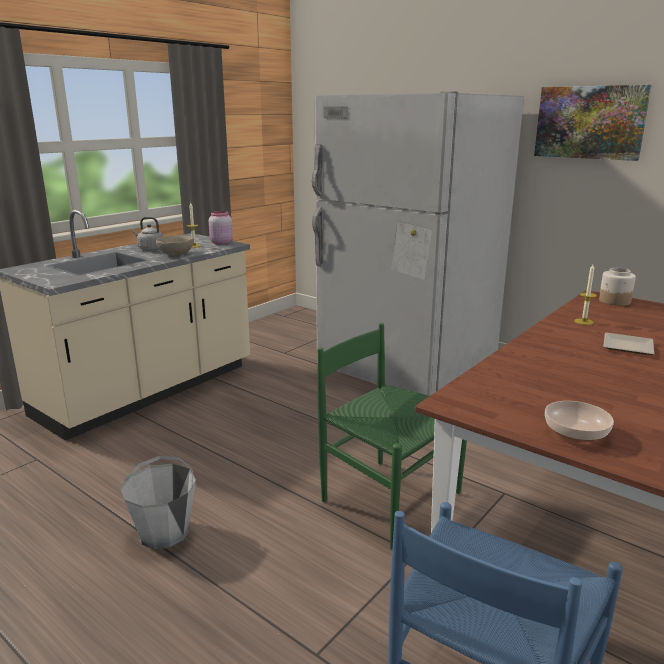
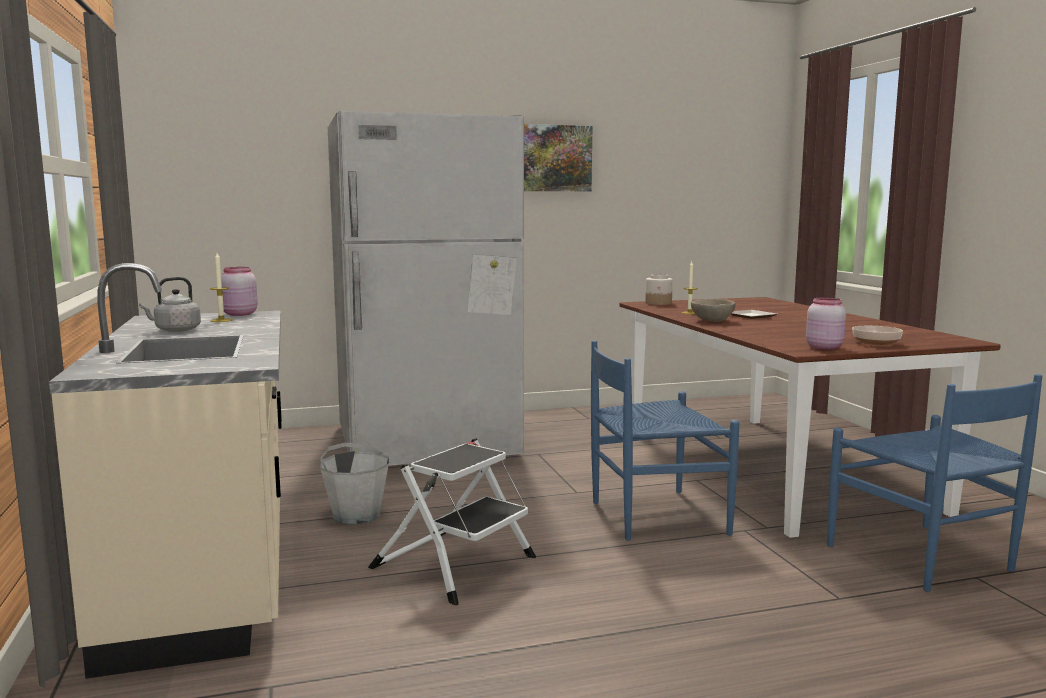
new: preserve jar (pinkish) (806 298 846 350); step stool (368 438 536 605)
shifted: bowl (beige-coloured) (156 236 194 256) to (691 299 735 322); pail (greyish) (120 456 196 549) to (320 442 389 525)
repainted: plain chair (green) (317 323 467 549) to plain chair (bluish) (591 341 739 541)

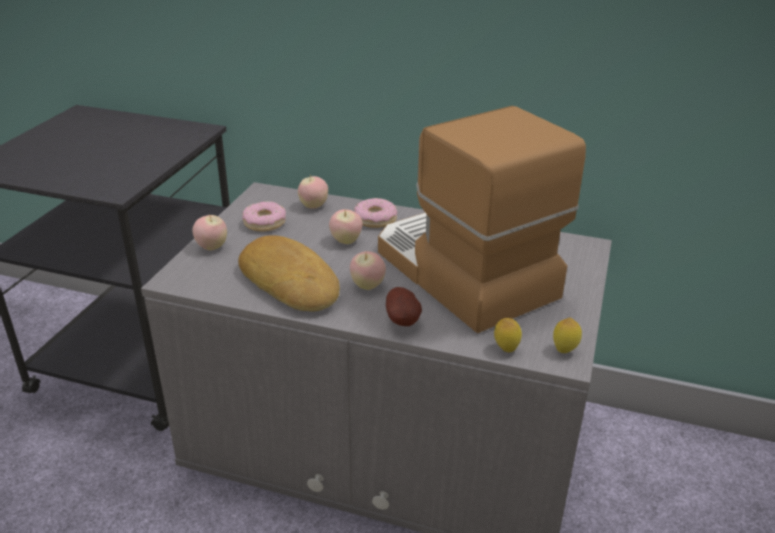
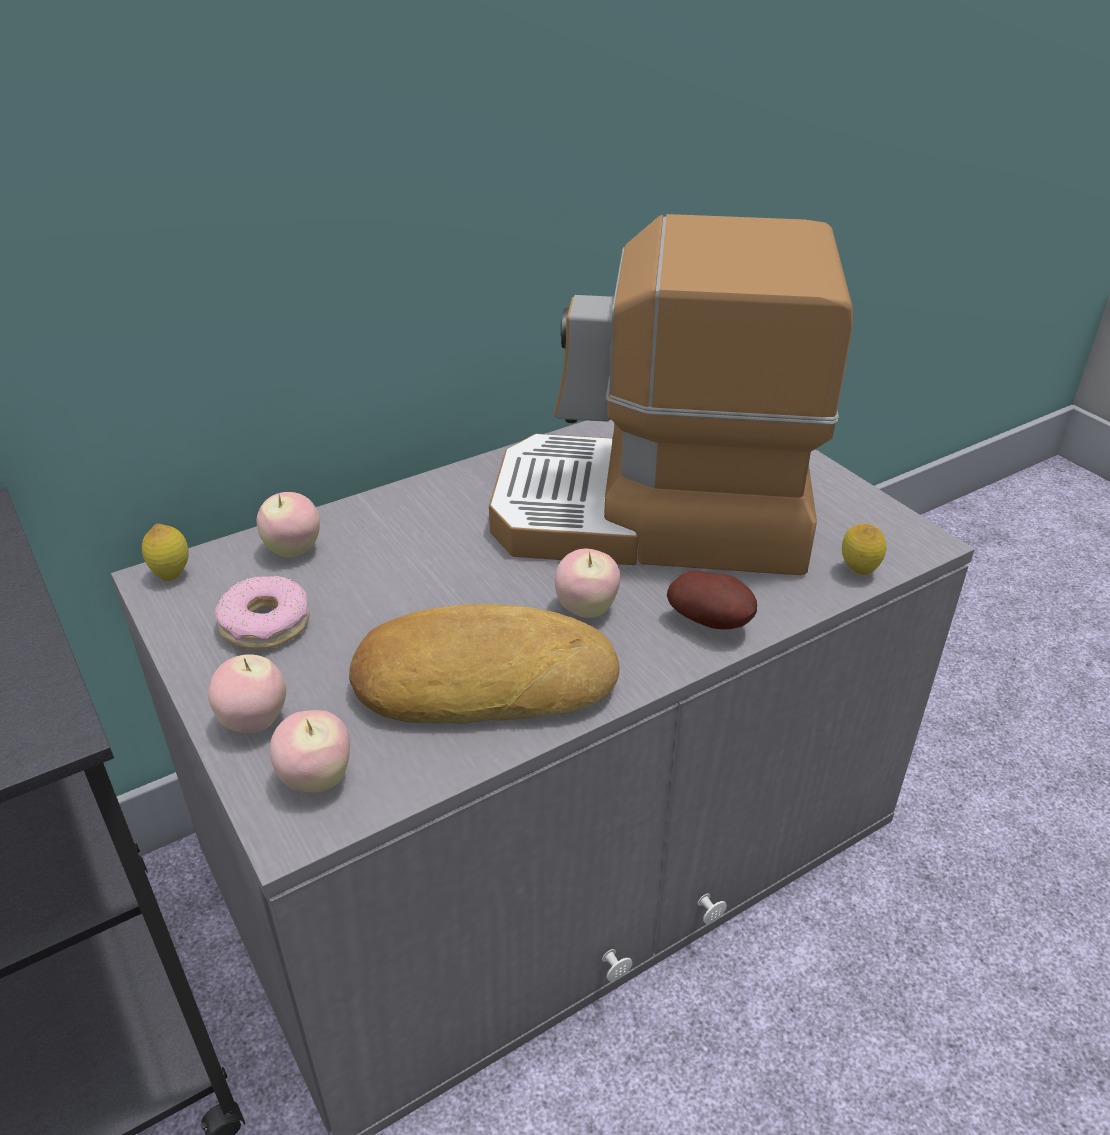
gone: donut (354 198 397 228)
shifted: apple fruit (329 209 363 244) to (270 710 350 793); citrus fruit (553 317 582 353) to (142 524 189 581)

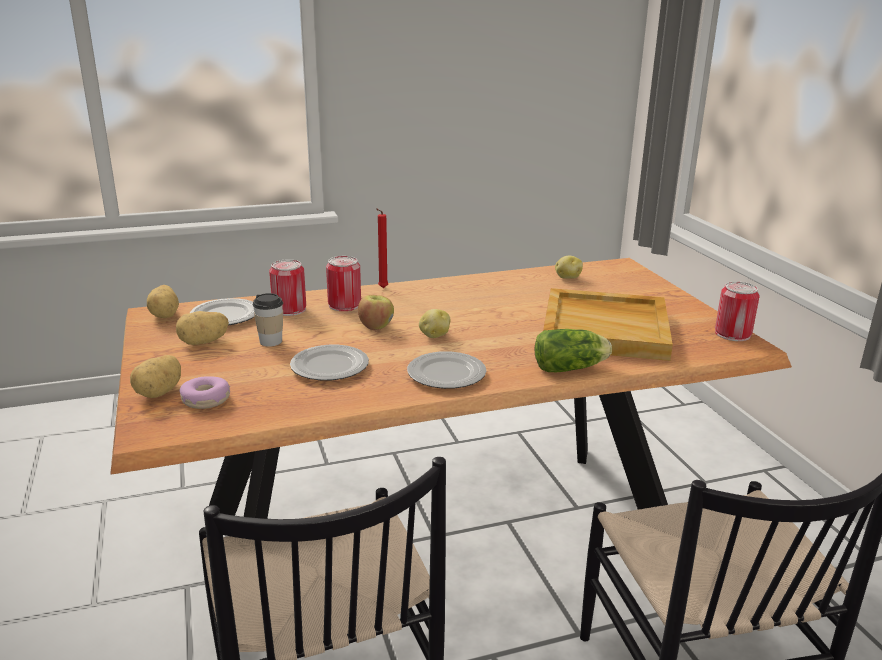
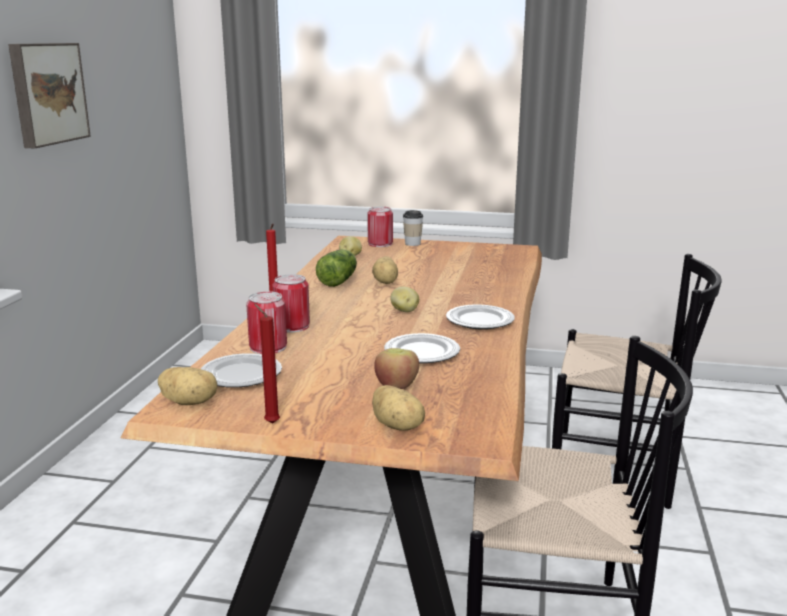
gone: serving tray (beige-coloured) (543 288 673 361); donut (179 376 230 409)
new: picture (8 43 91 148); wax candle (reddish) (254 304 280 424)
shifted: can (715 281 760 341) to (367 206 393 247); cup (252 293 283 347) to (403 210 423 246); apple fruit (358 295 394 330) to (374 348 419 389); potato (176 311 229 345) to (372 256 398 284); lettuce head (535 329 612 372) to (316 249 357 287)

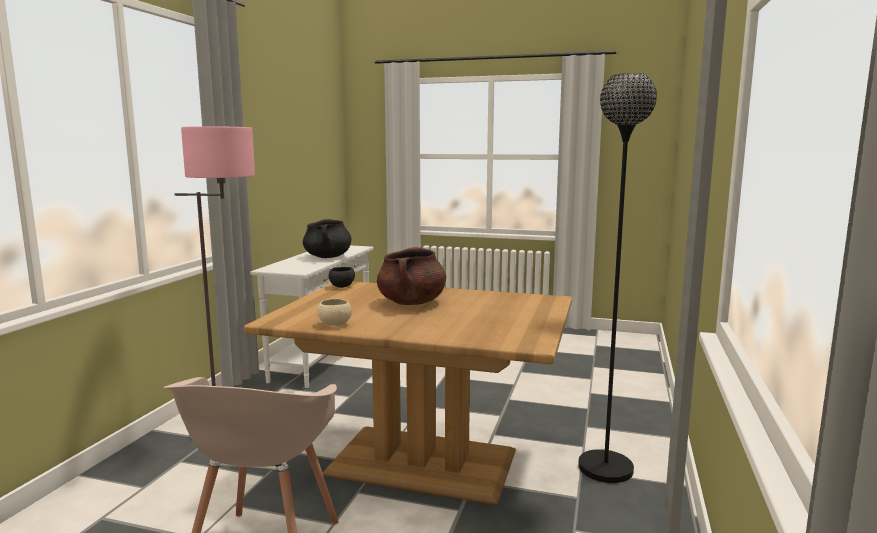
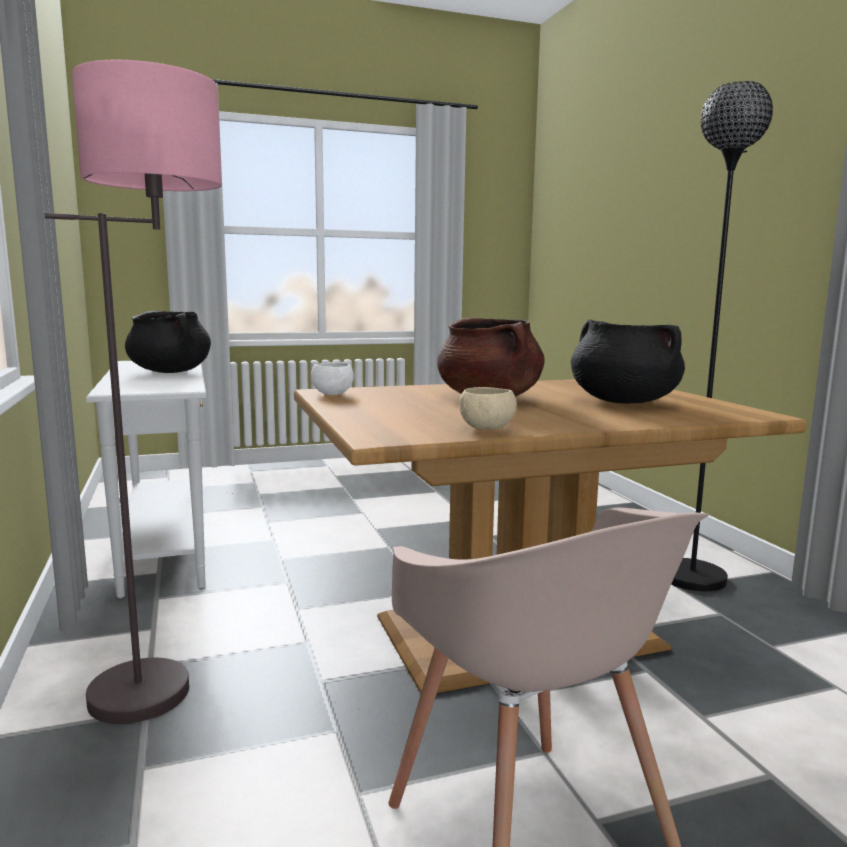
new: stockpot (black-coloured) (571 319 685 403)
repainted: bowl (black-coloured) (329 267 355 288) to bowl (whitish) (311 362 354 395)

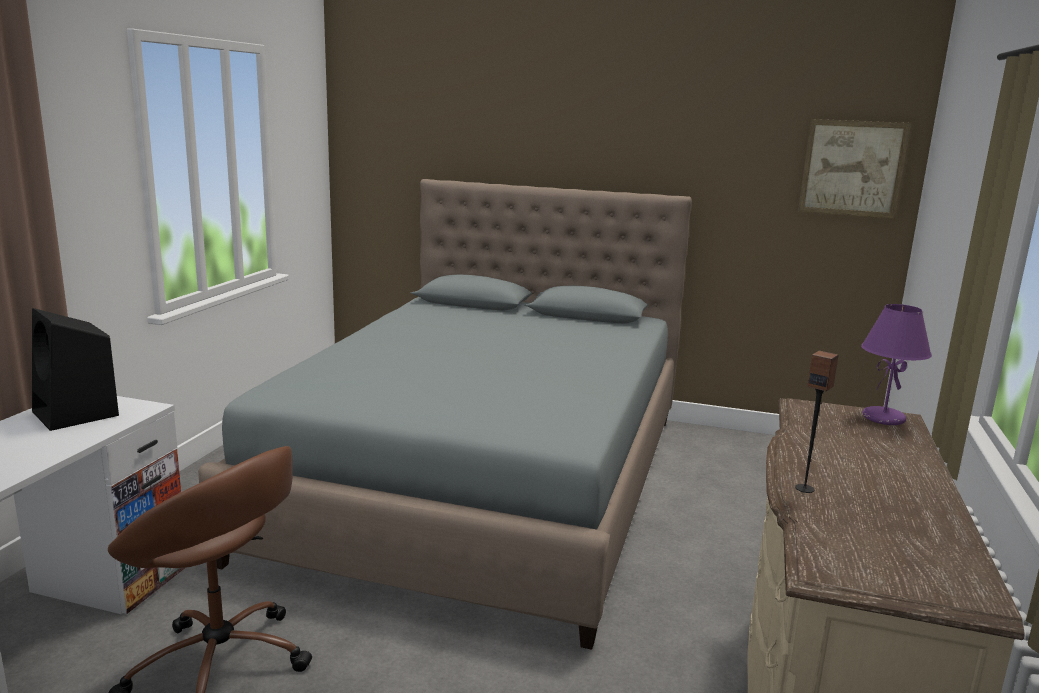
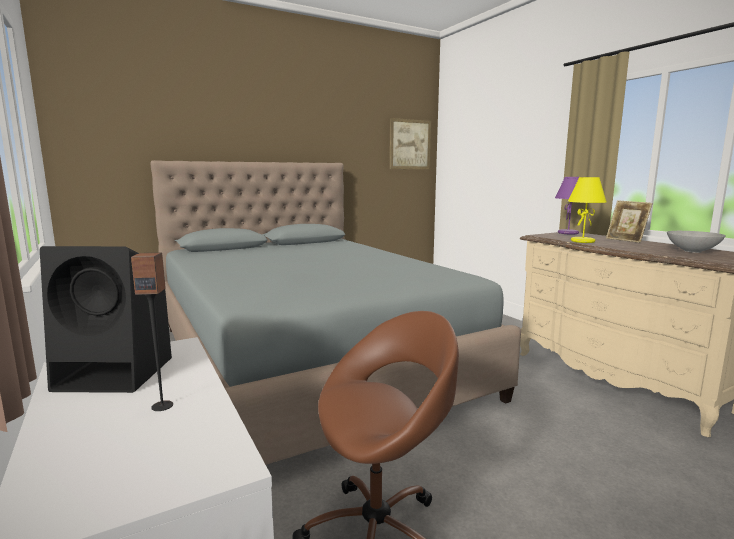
new: tabletop lamp (yellowish) (568 177 607 243); photo frame (606 200 653 243); bowl (greyish) (667 231 726 253)
shifted: audio speaker (795 350 839 493) to (131 253 173 411)

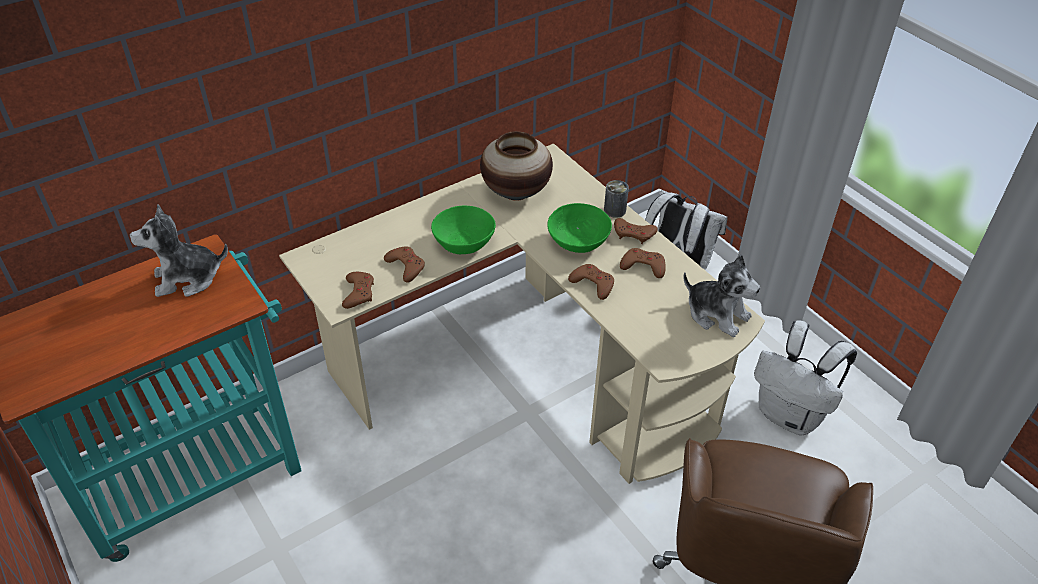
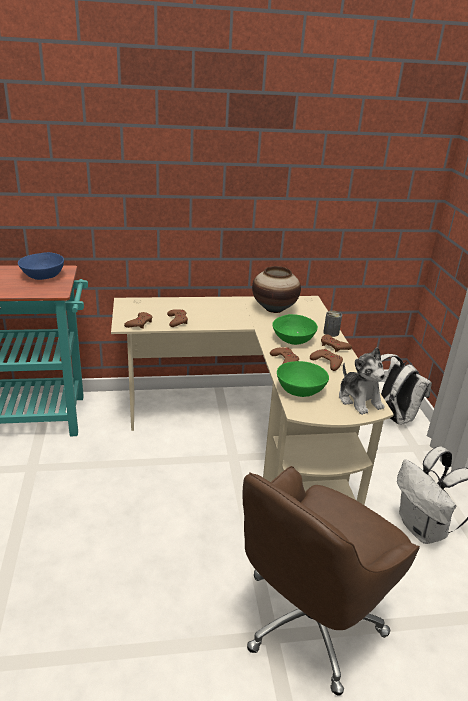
shifted: bowl (green) (431 206 496 254) to (277 361 329 397)
swapped: cuddly toy (130 205 228 297) to bowl (bluish) (18 252 64 280)

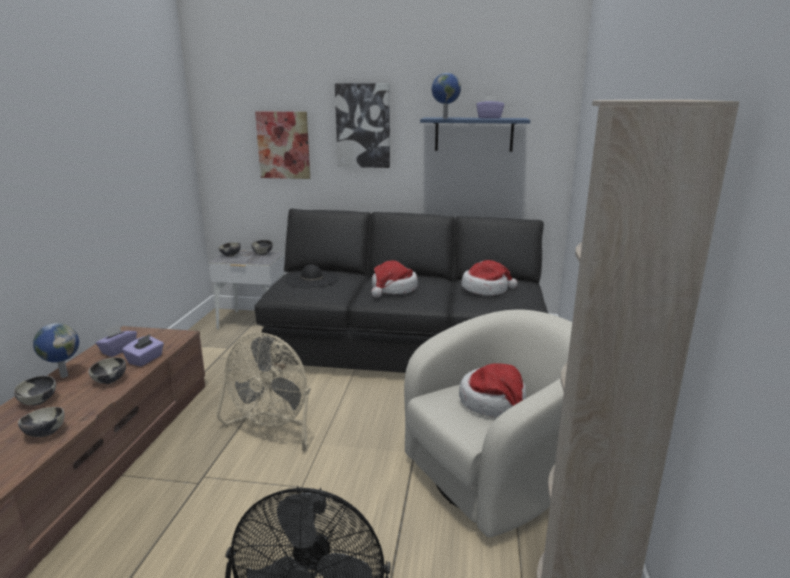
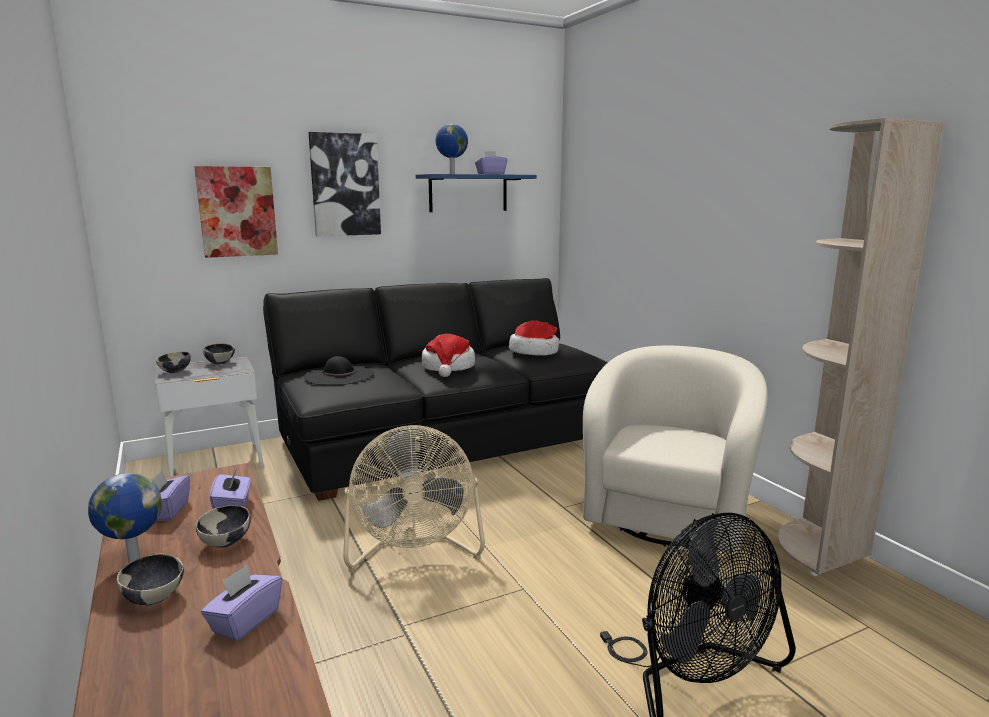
gone: clothing hat (459 363 526 417)
swapped: bowl (18 407 65 437) to tissue box (purple-coloured) (201 565 282 641)

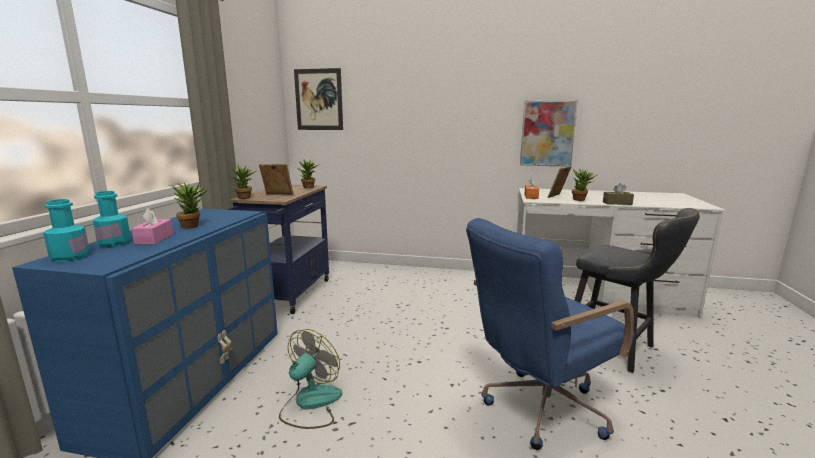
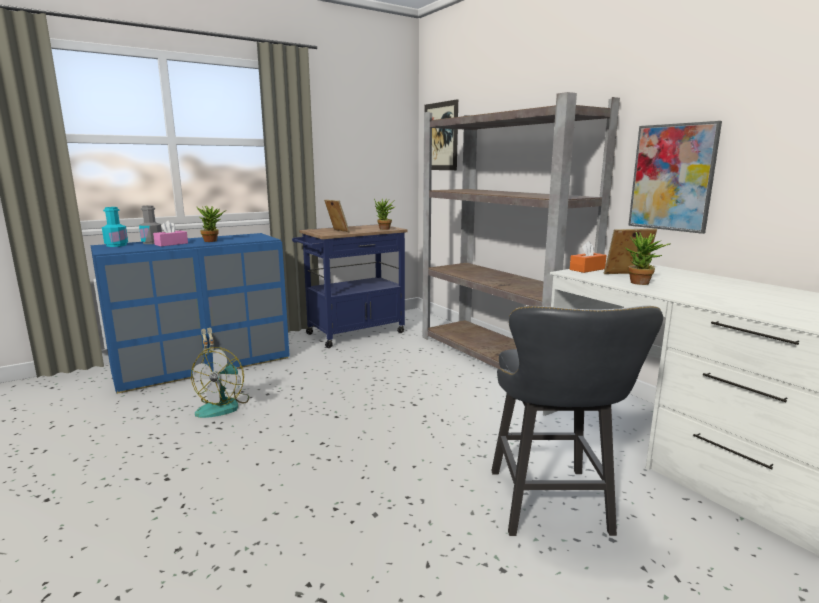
gone: potted plant (229 165 257 199); tissue box (brown) (603 183 634 205); computer chair (bluish) (466 218 635 450)
new: shelving unit (brown) (422 92 620 369)
repainted: beverage bottle (blue-green) (93 191 131 247) to beverage bottle (greyish) (139 205 162 244)
rotated: cooling fan (279 329 342 429) = (191 347 249 418) 120 degrees clockwise

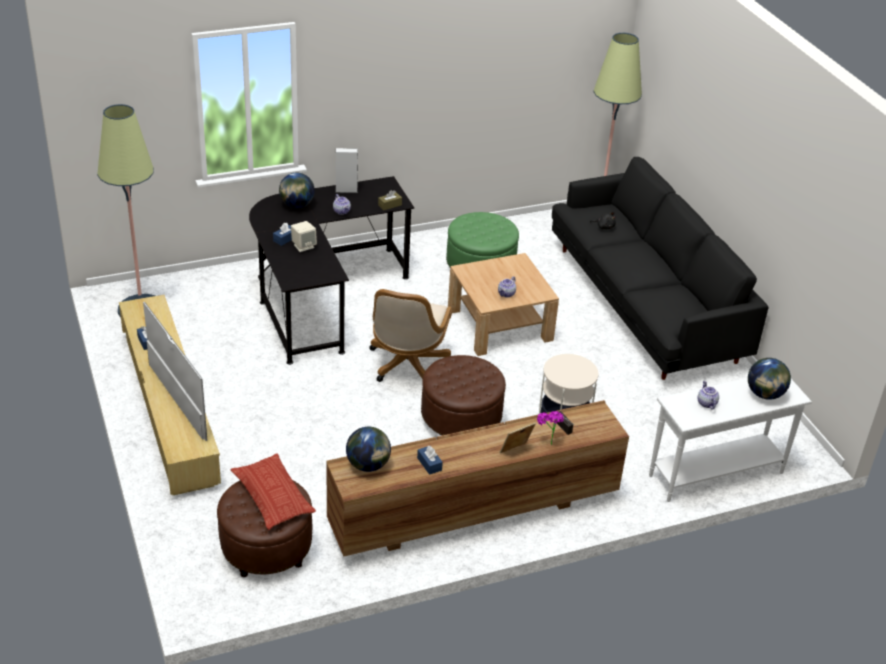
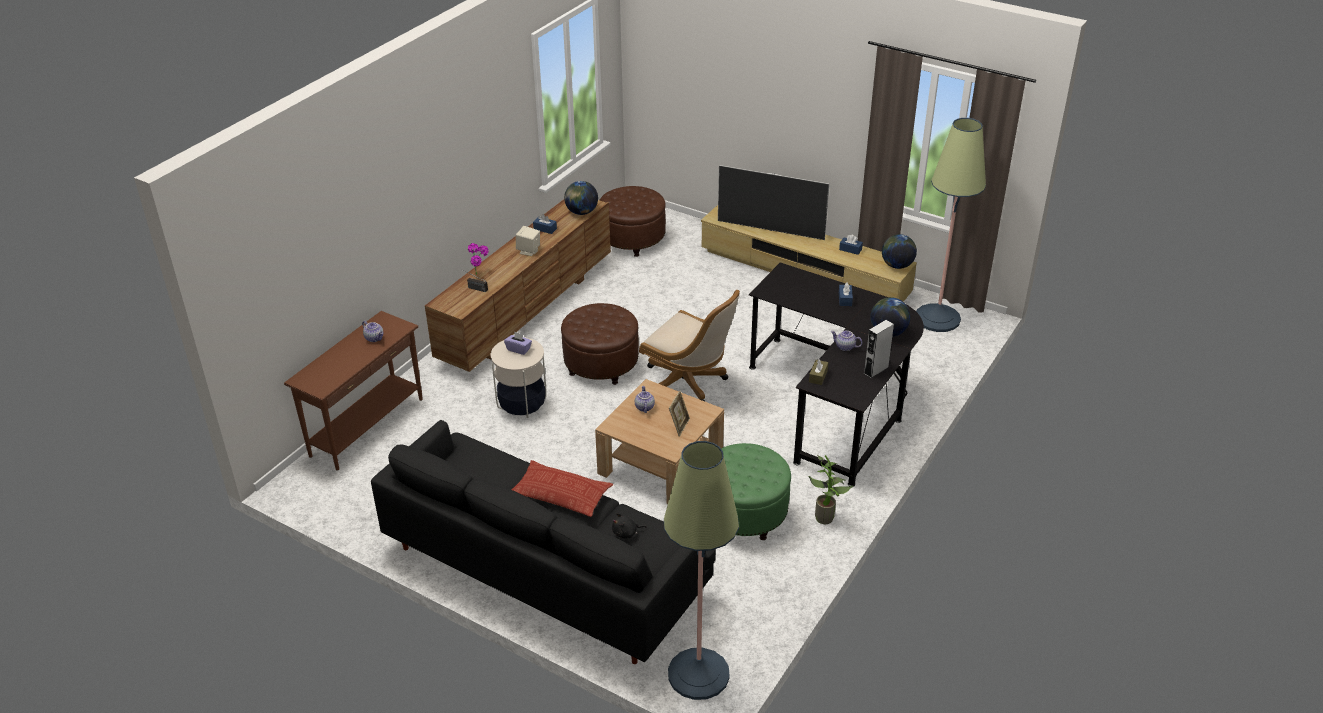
new: tissue box (purple-coloured) (504 332 532 355); potted plant (809 455 853 524)
shifted: audio speaker (beige-coloured) (291 221 317 252) to (516 226 540 256); world globe (748 358 791 400) to (882 234 917 269); photo frame (500 423 536 453) to (669 391 690 437); pillow (231 453 316 530) to (511 460 613 517)
repainted: console table (whitish) (649 378 812 502) to console table (brown) (284 311 423 471)
rotated: computer chair (369 289 452 382) = (639 290 740 401) 150 degrees clockwise

